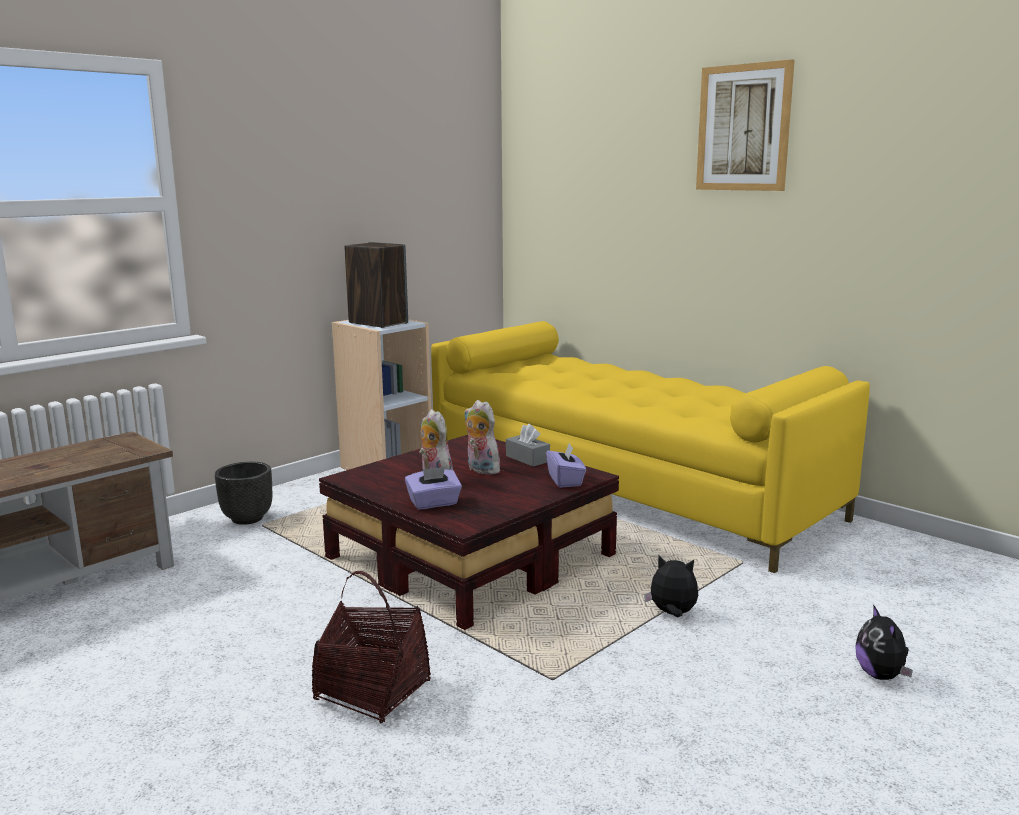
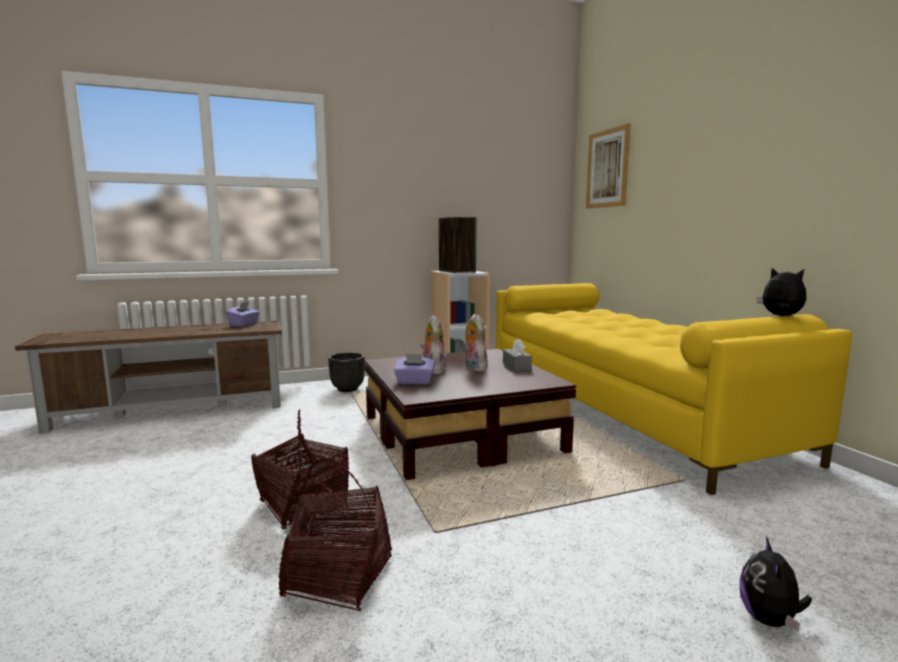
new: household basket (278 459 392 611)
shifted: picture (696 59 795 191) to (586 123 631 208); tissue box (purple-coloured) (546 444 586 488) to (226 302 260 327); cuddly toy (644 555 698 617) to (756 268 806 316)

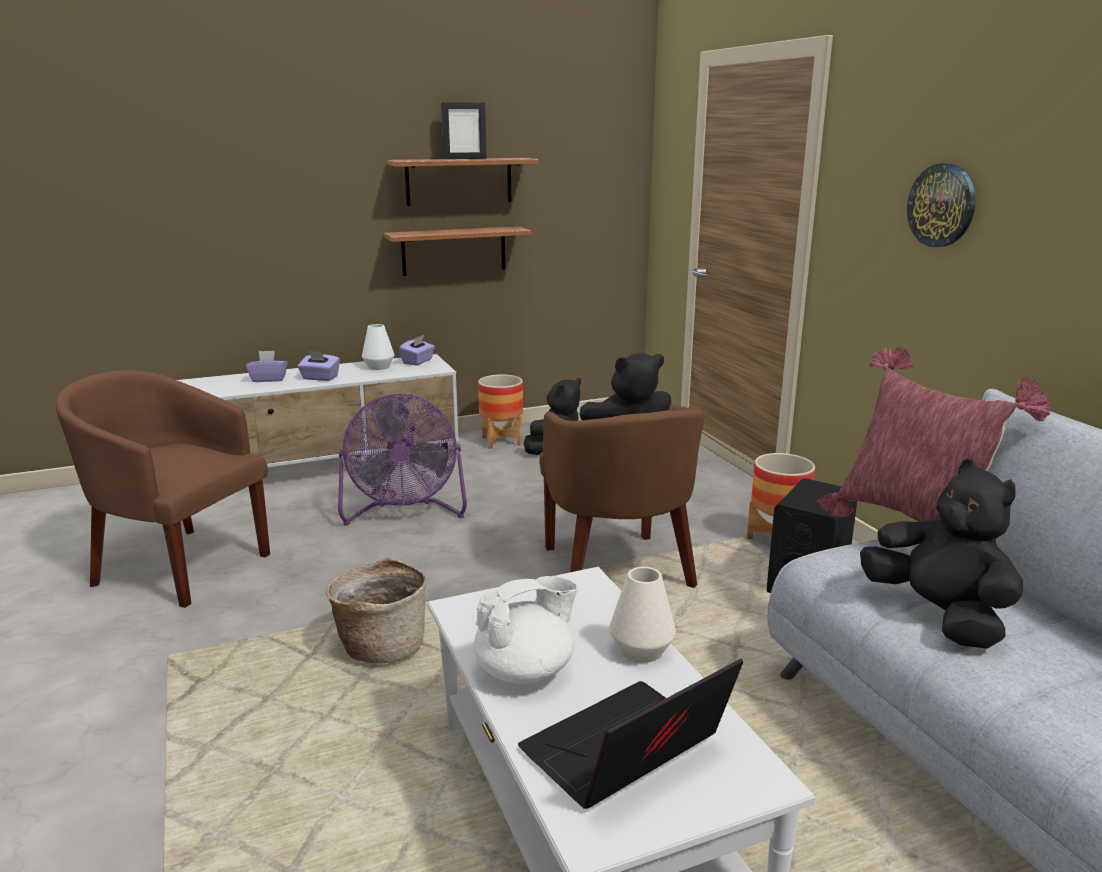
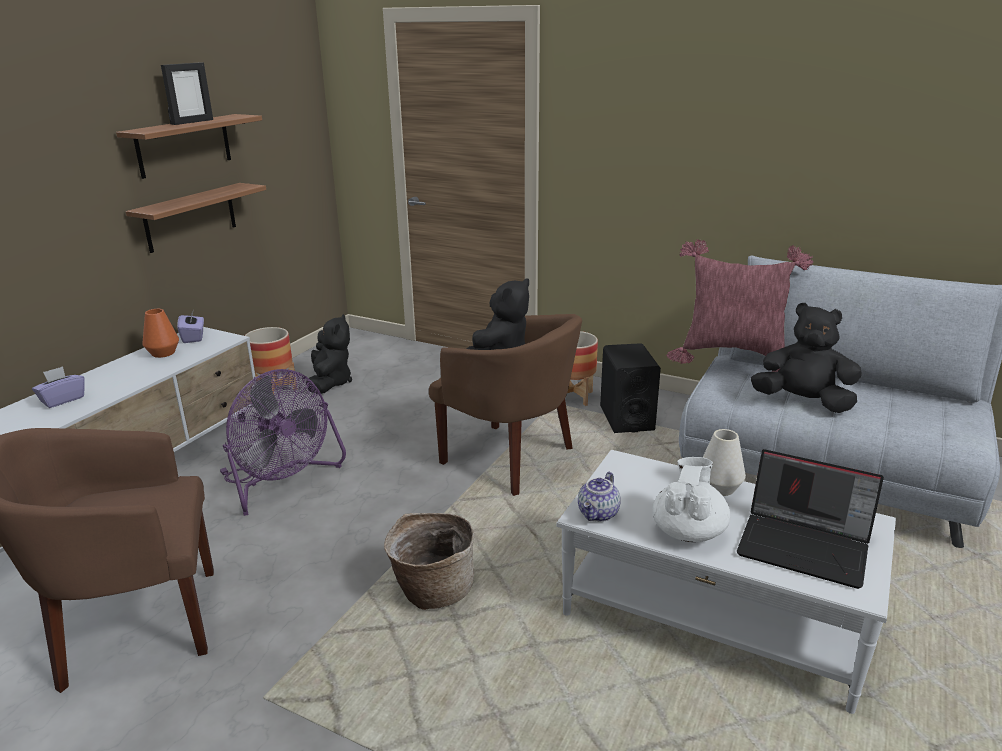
gone: clock on the wall (907 163 976 247); tissue box (purple-coloured) (297 351 340 381)
new: tea pot (578 472 621 522)
repainted: vase (whitish) (362 324 394 370) to vase (orange-coloured) (142 309 179 358)
rotated: laptop (518 658 743 809) = (737 449 884 589) 75 degrees counterclockwise

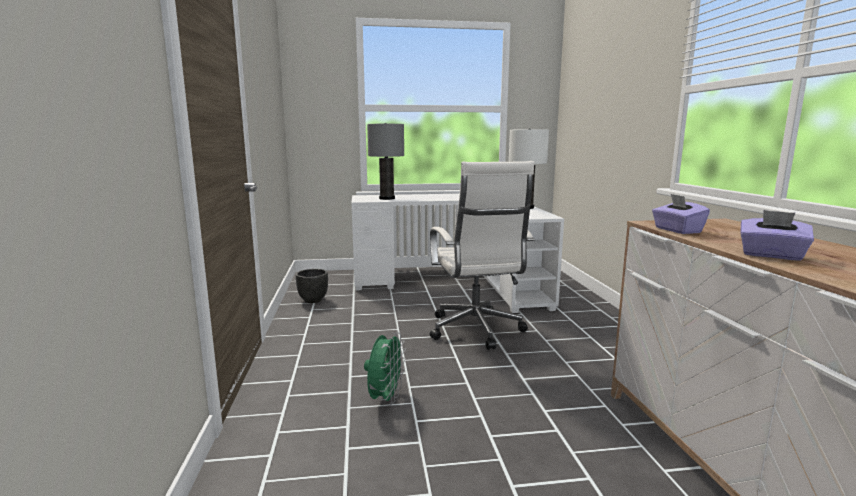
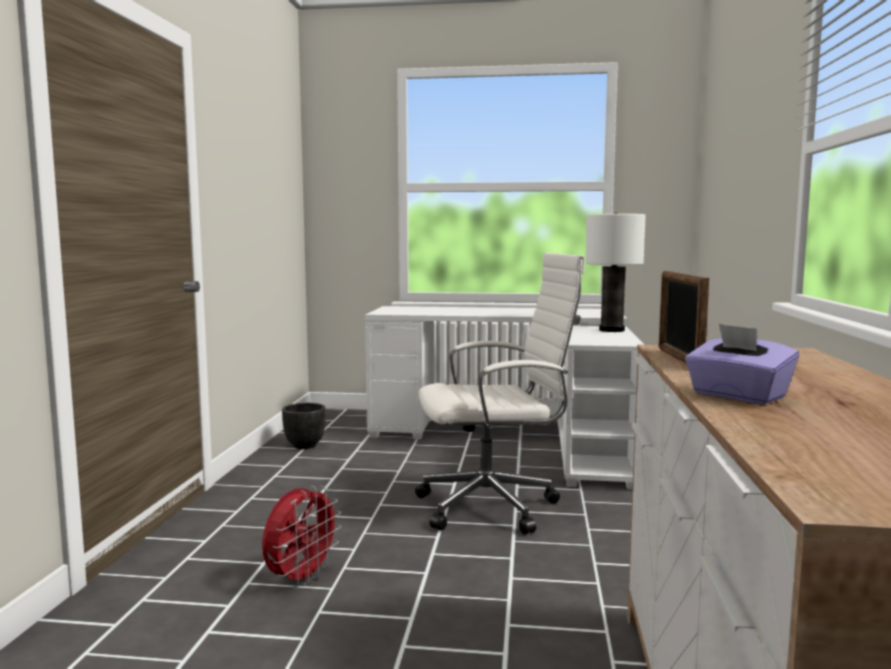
gone: tabletop lamp (greyish) (367 123 404 200)
swapped: tissue box (purple-coloured) (652 194 710 234) to photo frame (659 271 709 363)
repainted: cooling fan (green) (364 332 406 406) to cooling fan (reddish) (262 486 342 587)
rotated: computer chair (whitish) (429 161 535 350) = (415 252 585 534) 105 degrees counterclockwise

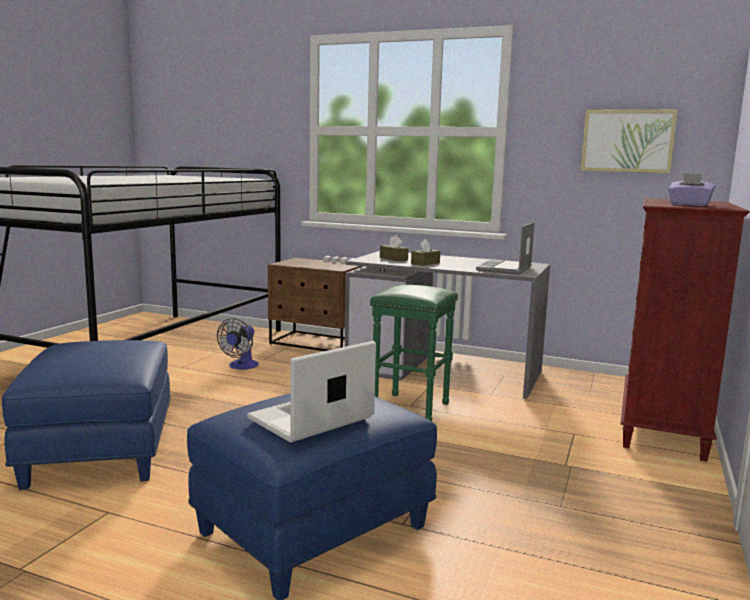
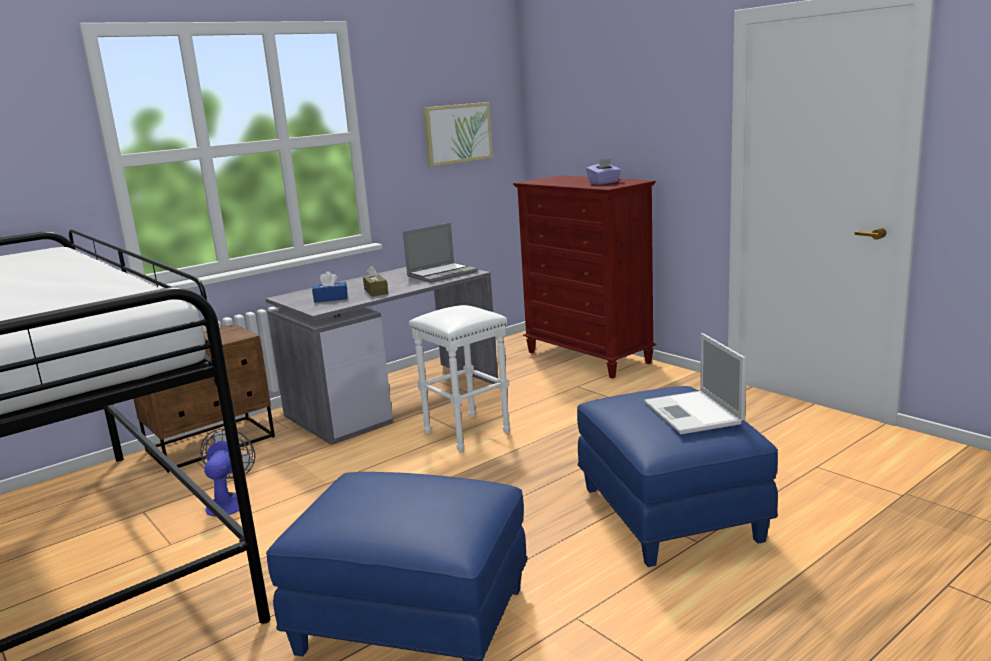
repainted: tissue box (brown) (380 235 408 261) to tissue box (bluish) (312 271 348 303); stool seat (green) (370 285 458 421) to stool seat (whitish) (409 305 510 451)
rotated: laptop (476 222 534 275) = (403 223 478 283) 90 degrees counterclockwise; cooling fan (217 318 259 370) = (200 428 255 516) 135 degrees counterclockwise

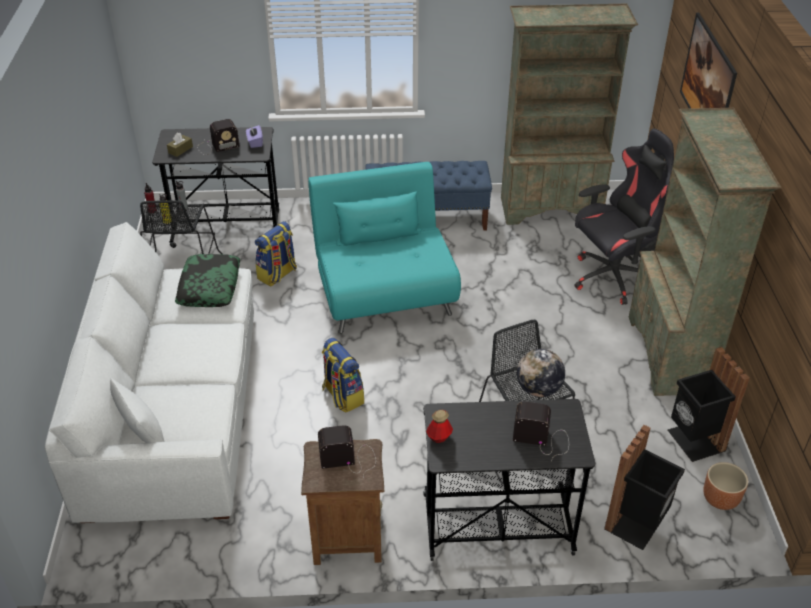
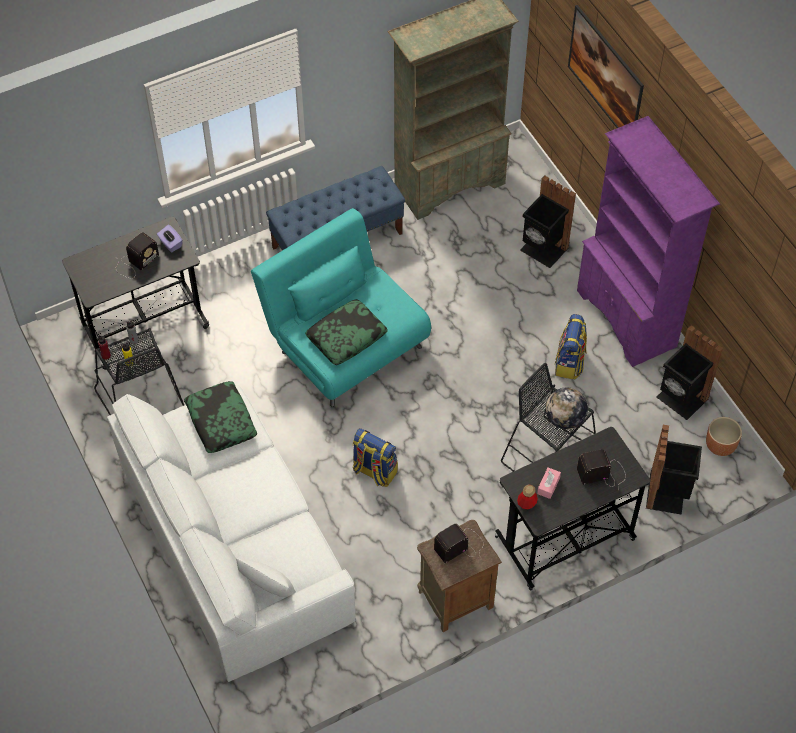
gone: tissue box (brown) (167 132 193 157)
new: pillow (305 299 387 365); tissue box (pinkish) (537 467 561 499)
shifted: backpack (255 221 297 287) to (555 314 587 379)
swapped: computer chair (black-coloured) (574 128 674 305) to rubbish bin (black-coloured) (520 176 576 268)
repainted: shelving unit (green) (629 108 782 396) to shelving unit (purple-coloured) (577 116 720 367)

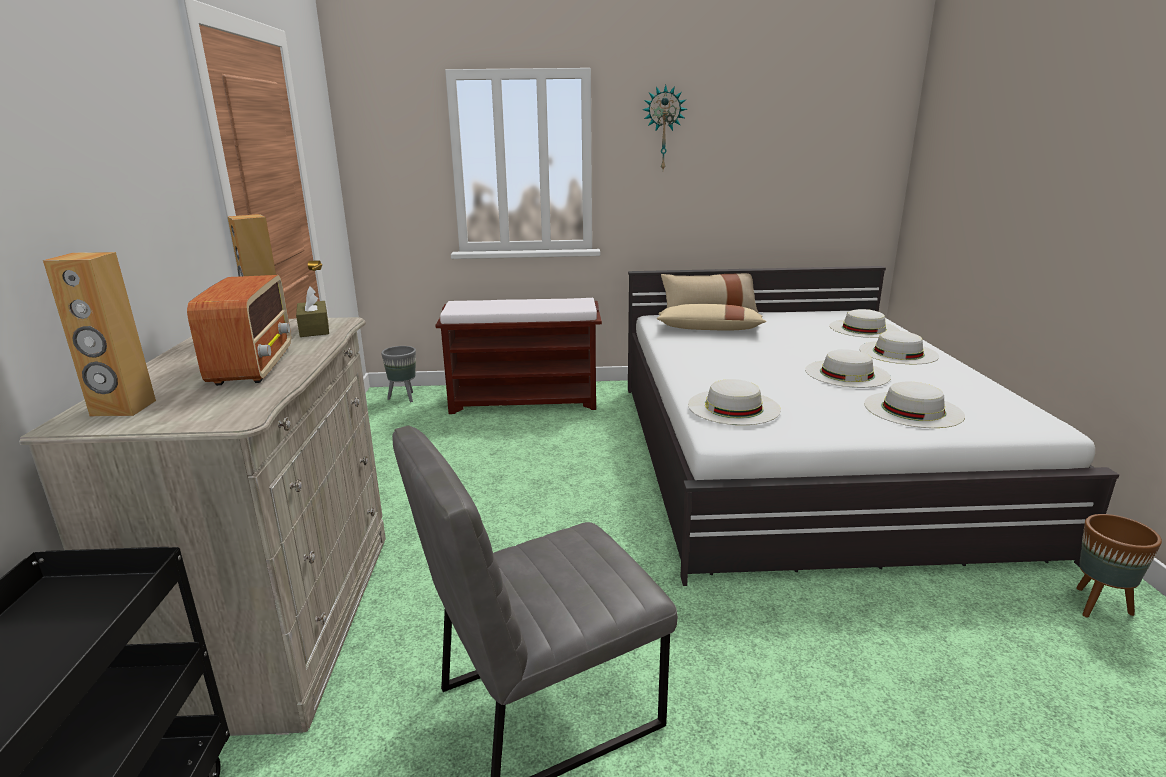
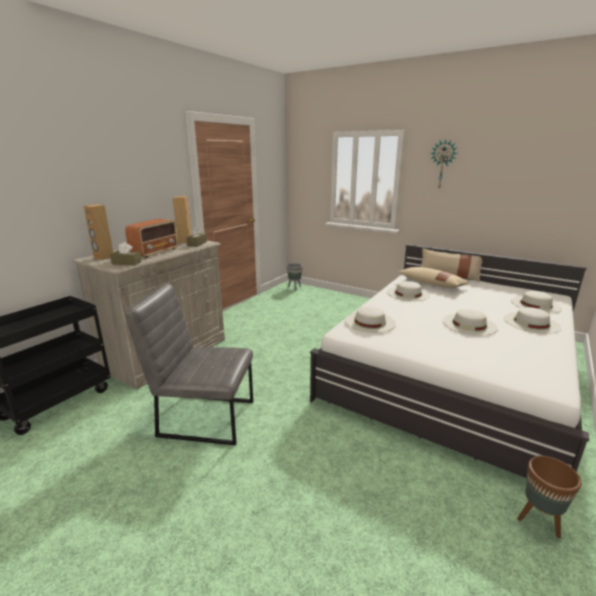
gone: long seat (brown) (435 298 602 414)
new: tissue box (brown) (110 242 142 266)
shifted: clothing hat (whitish) (864 382 965 428) to (387 281 430 301)

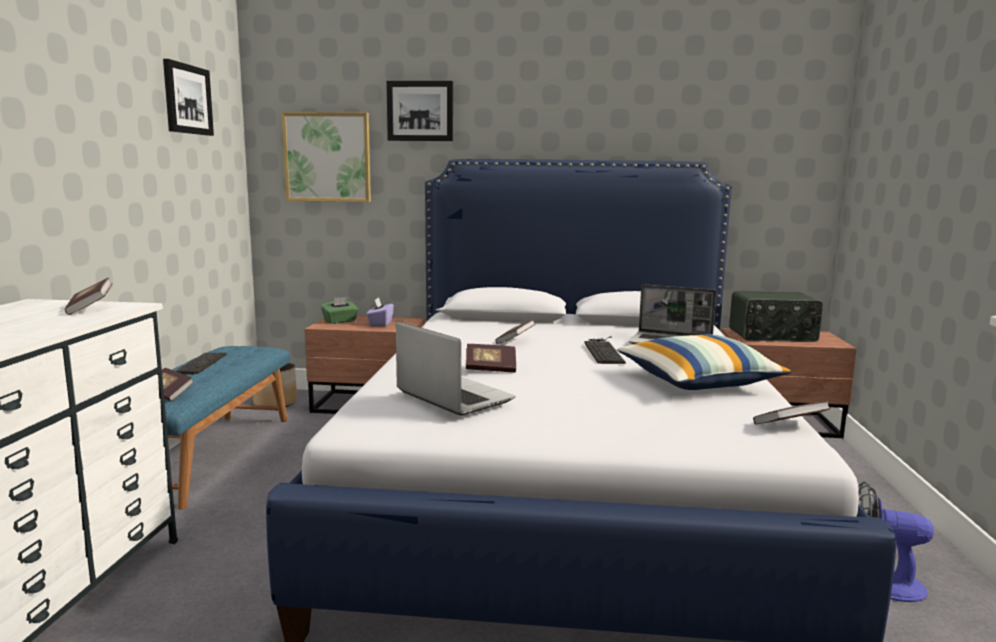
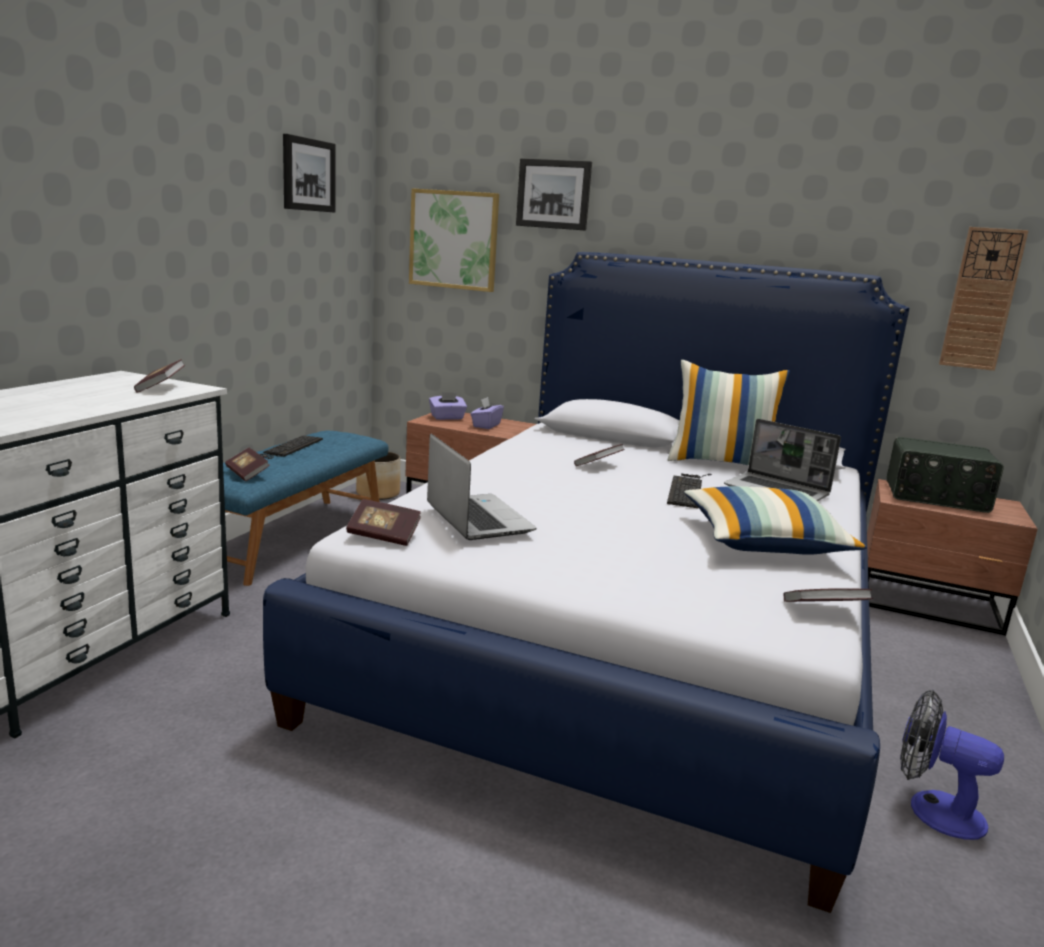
new: clock on the wall (939 227 1029 371); pillow (668 360 790 465)
shifted: bound book (466 344 516 373) to (346 499 421 546)
repainted: tissue box (green) (321 297 359 324) to tissue box (purple-coloured) (429 392 467 420)

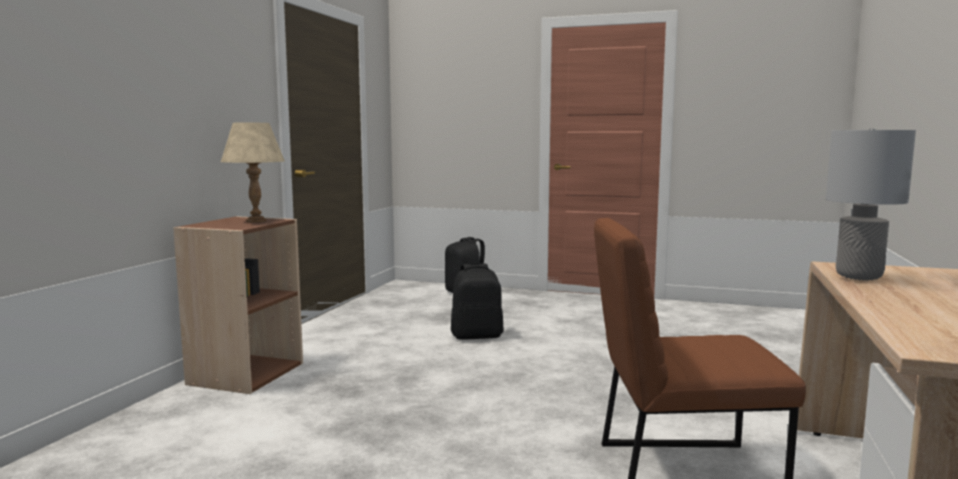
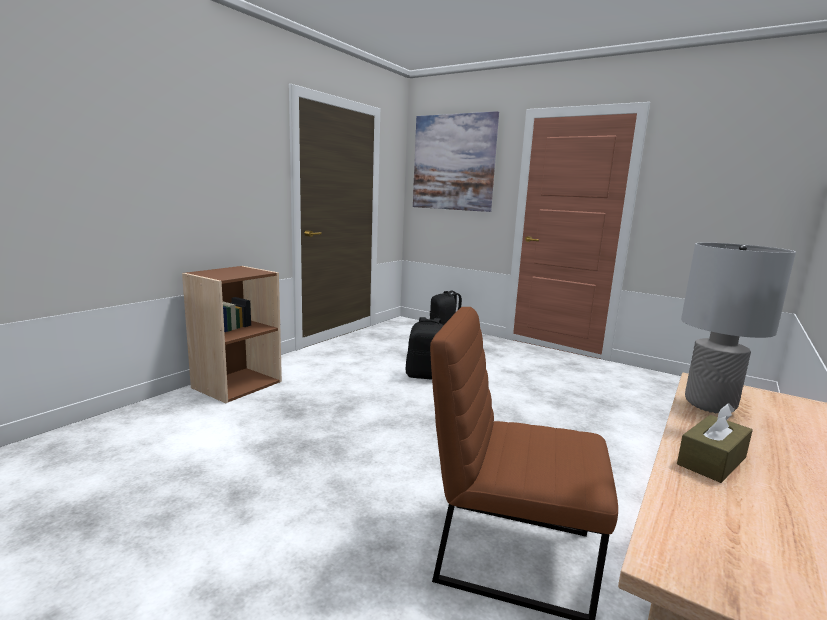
gone: tabletop lamp (beige-coloured) (221 123 285 223)
new: picture (413 111 499 212); tissue box (brown) (677 403 753 483)

